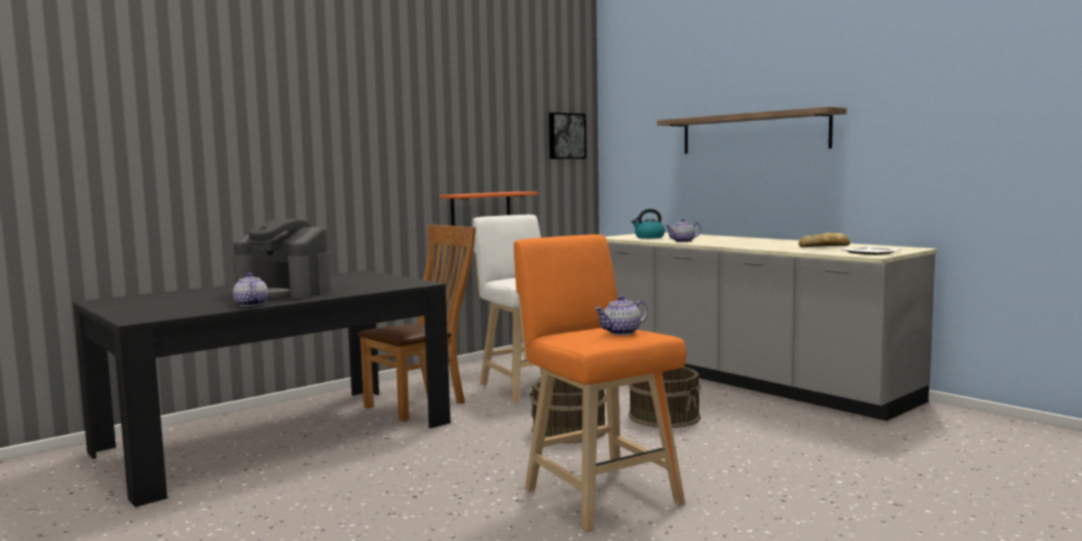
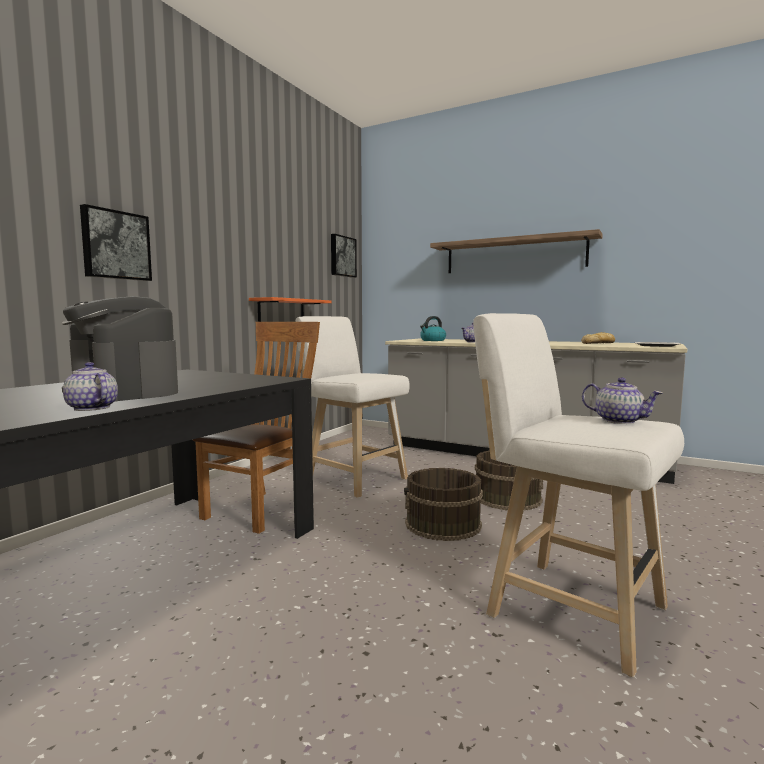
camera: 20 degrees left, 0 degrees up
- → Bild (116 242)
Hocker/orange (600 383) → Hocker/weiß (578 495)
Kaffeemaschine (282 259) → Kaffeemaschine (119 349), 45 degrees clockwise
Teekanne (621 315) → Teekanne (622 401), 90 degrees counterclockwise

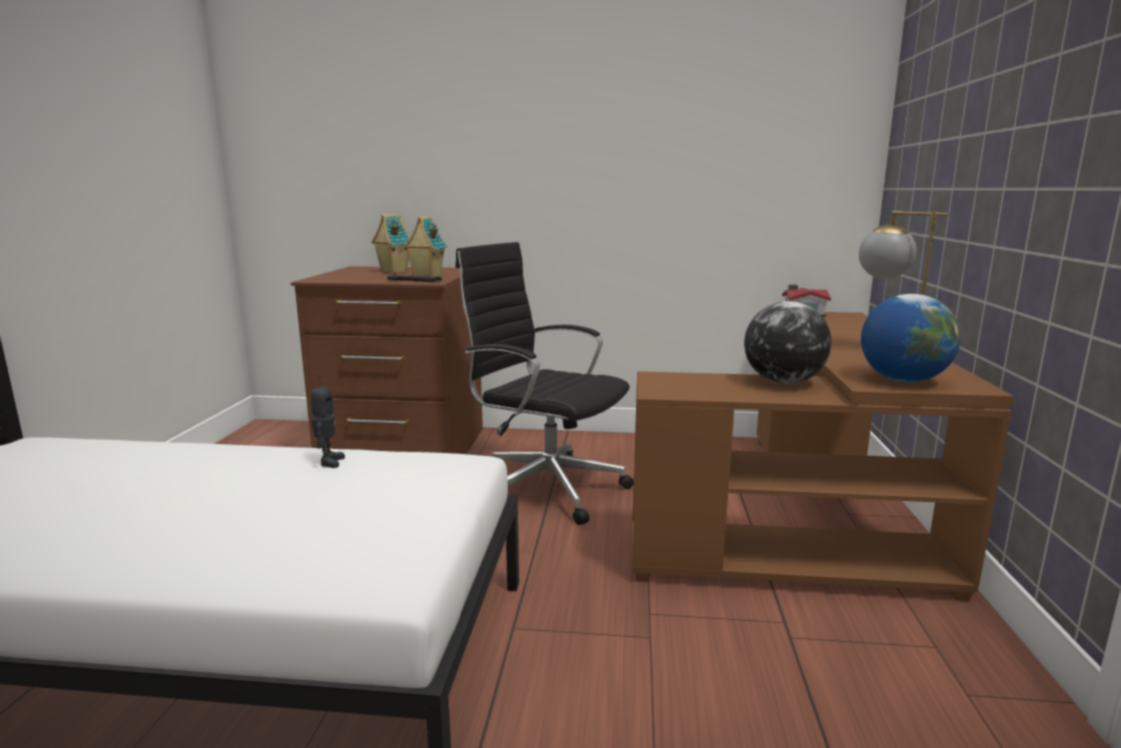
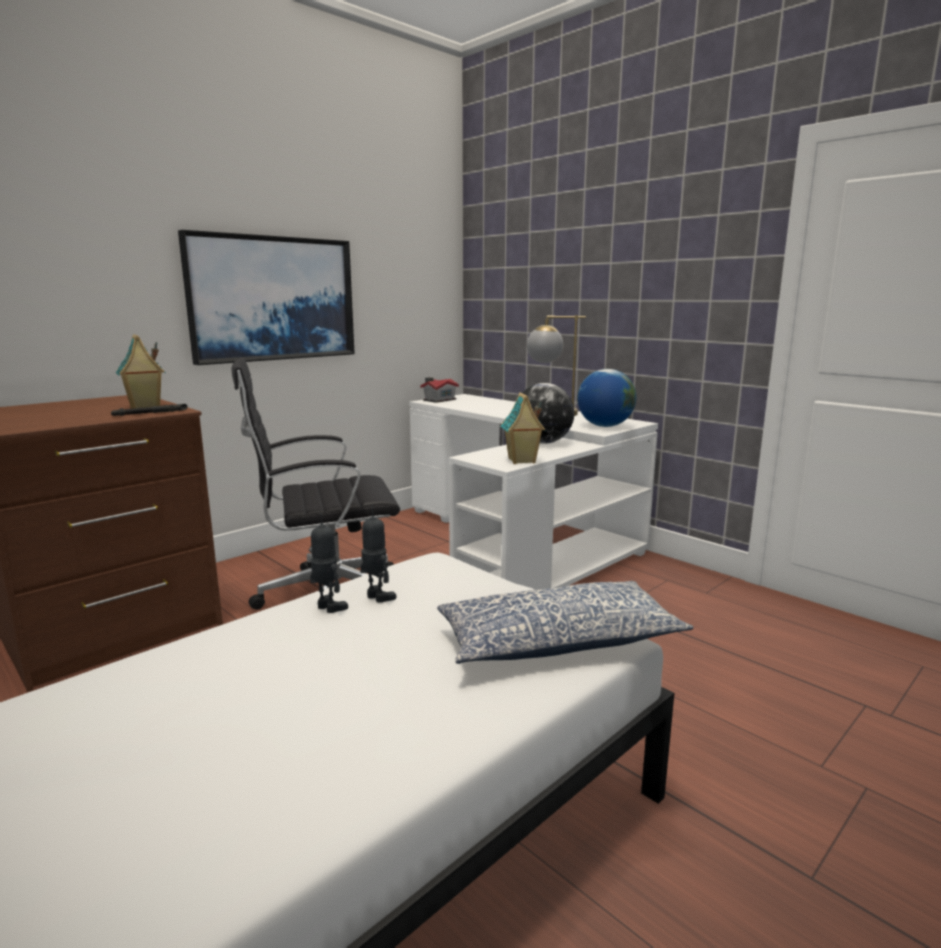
camera: 50 degrees left, 0 degrees up
- → Bild (266 297)
- → Spielzeugroboter (378 554)
- → Kissen (565 622)
Spielzeughaus (391 243) → Spielzeughaus (523 428), moved
Schreibtisch/braun (823 456) → Schreibtisch/weiß (533 492)

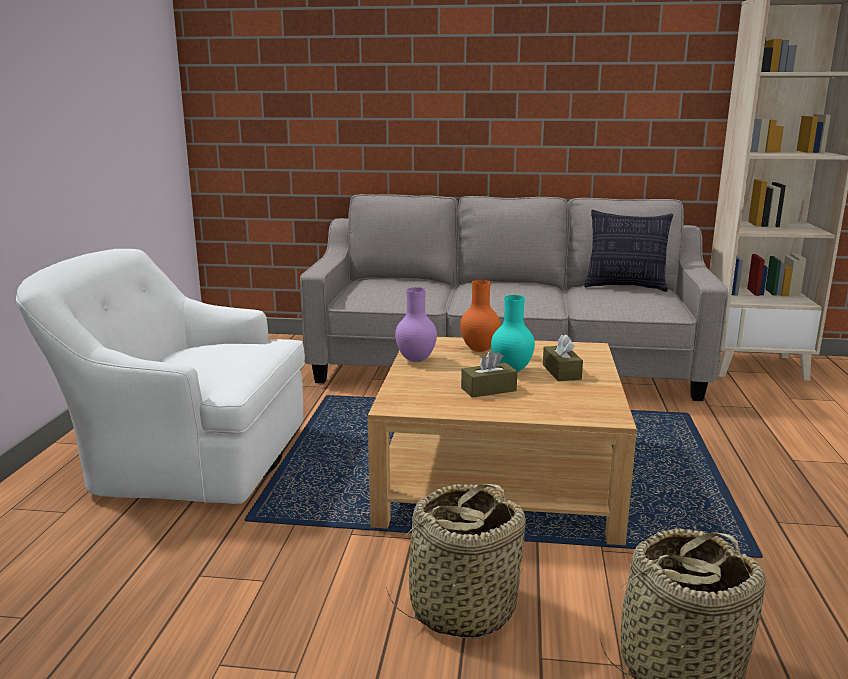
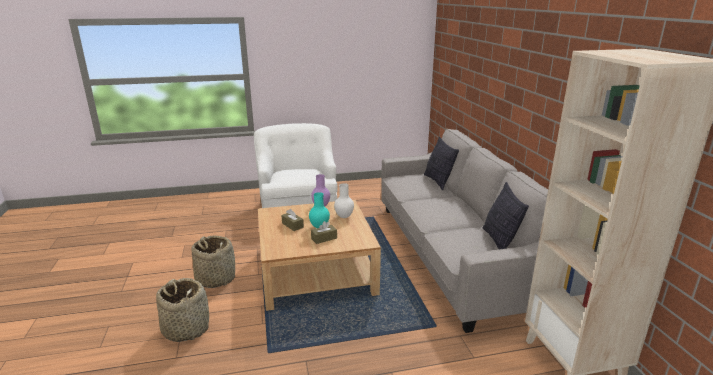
camera: 70 degrees right, 5 degrees up
- → Kissen (441 163)
Vase/orange (480 316) → Vase/weiß (344 200)

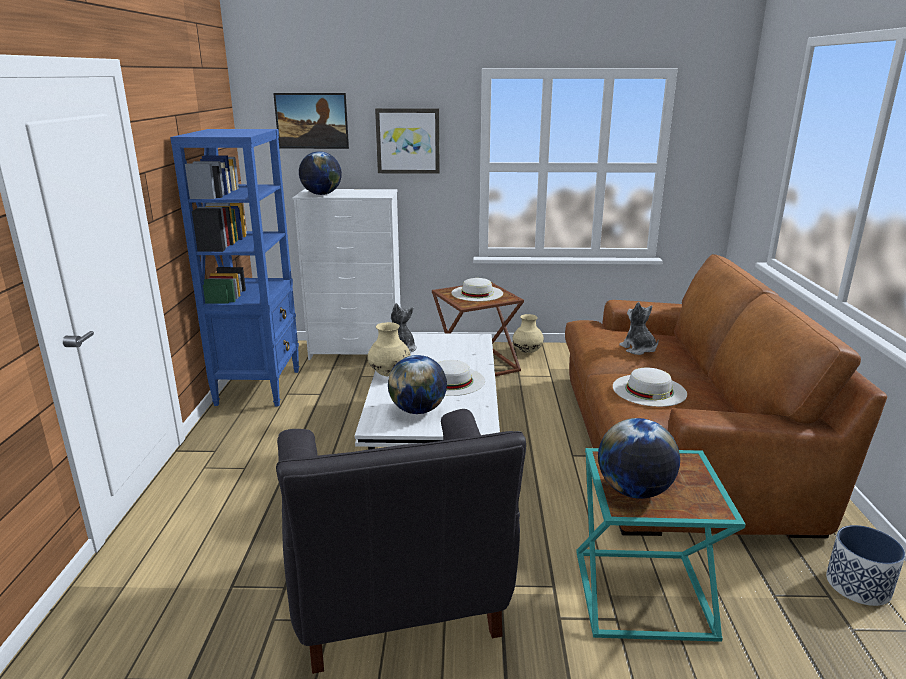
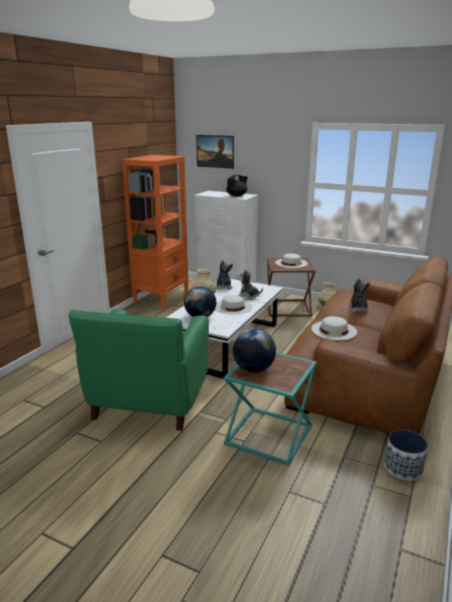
camera: 25 degrees right, 0 degrees up
Globus (320 173) → -
Bild (407 141) → -
- → Teekanne/schwarz (237 186)
- → Plüschtier (249 285)
Bücherregal/blau (234 268) → Bücherregal/orange (155 232)
Sessel/schwarz (401 541) → Sessel/grün (139 370)

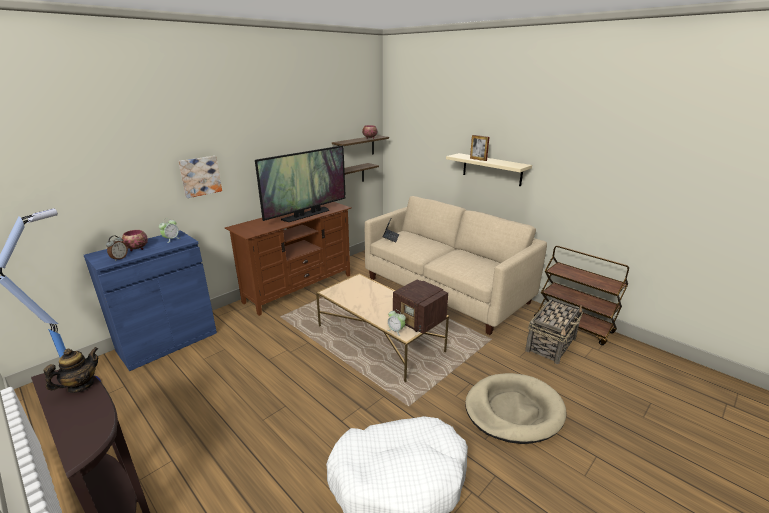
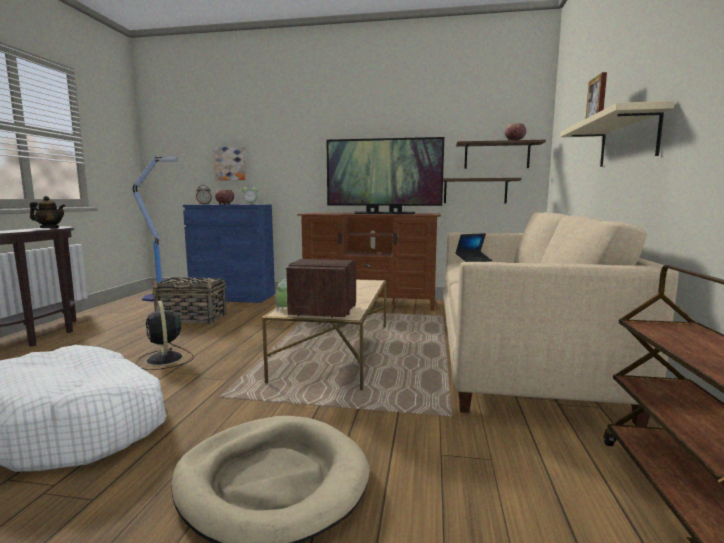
camera: 55 degrees right, 15 degrees down
- → Ventilator/schwarz (165 335)
Bild (200 177) → Bild (229 163), moved
Korb (553 331) → Korb (188 301), moved

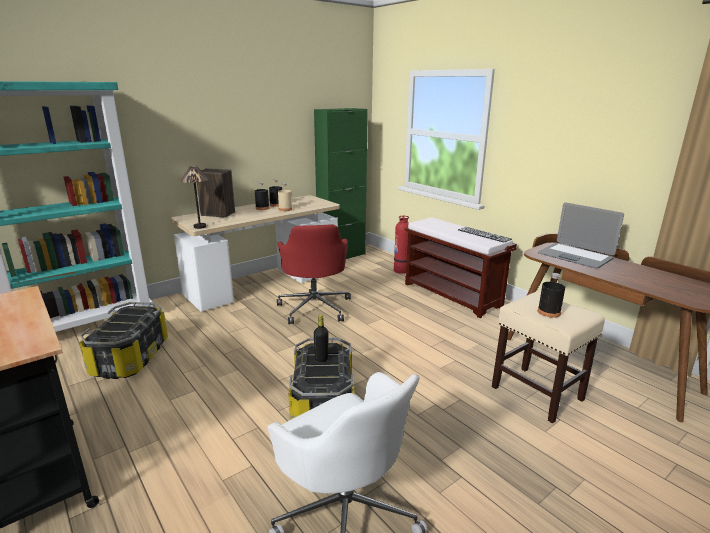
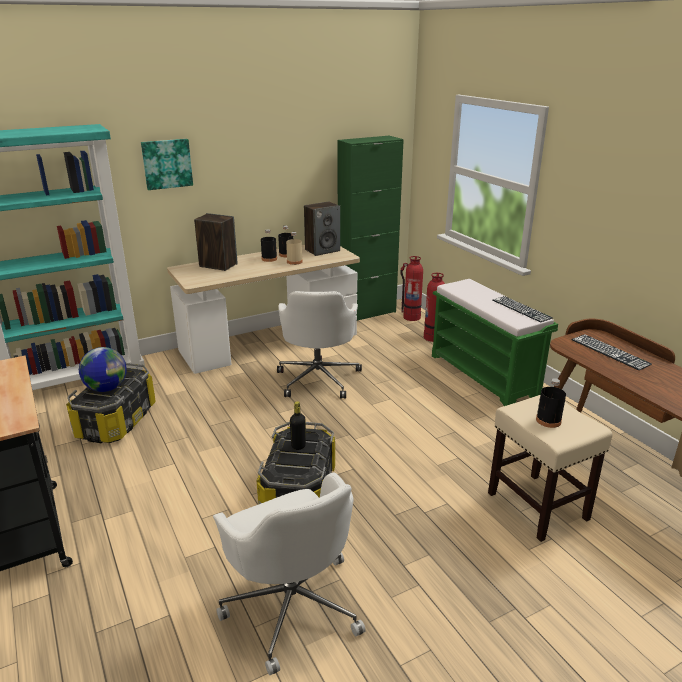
camera: 10 degrees right, 5 degrees up
Tischlampe (194 197) → -
- → Globus (103 369)
- → Bild (167 164)
- → Lautsprecher (322 229)
- → Feuerlöscher (411 288)
Laptop (581 235) → Tastatur (612 352)
Bürostuhl/rot (314 274) → Bürostuhl/weiß (319 345)
Bank/braun (461 267) → Bank/grün (495 342)

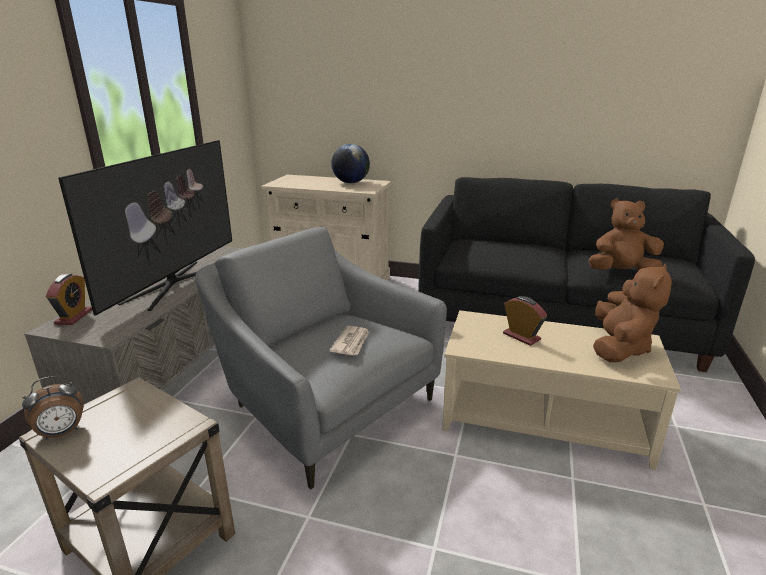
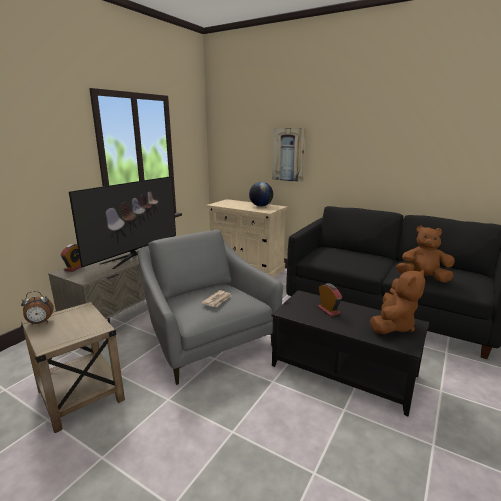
camera: 15 degrees right, 5 degrees down
- → Bild (289 155)
Couchtisch/beige (561 390) → Couchtisch/schwarz (350 353)

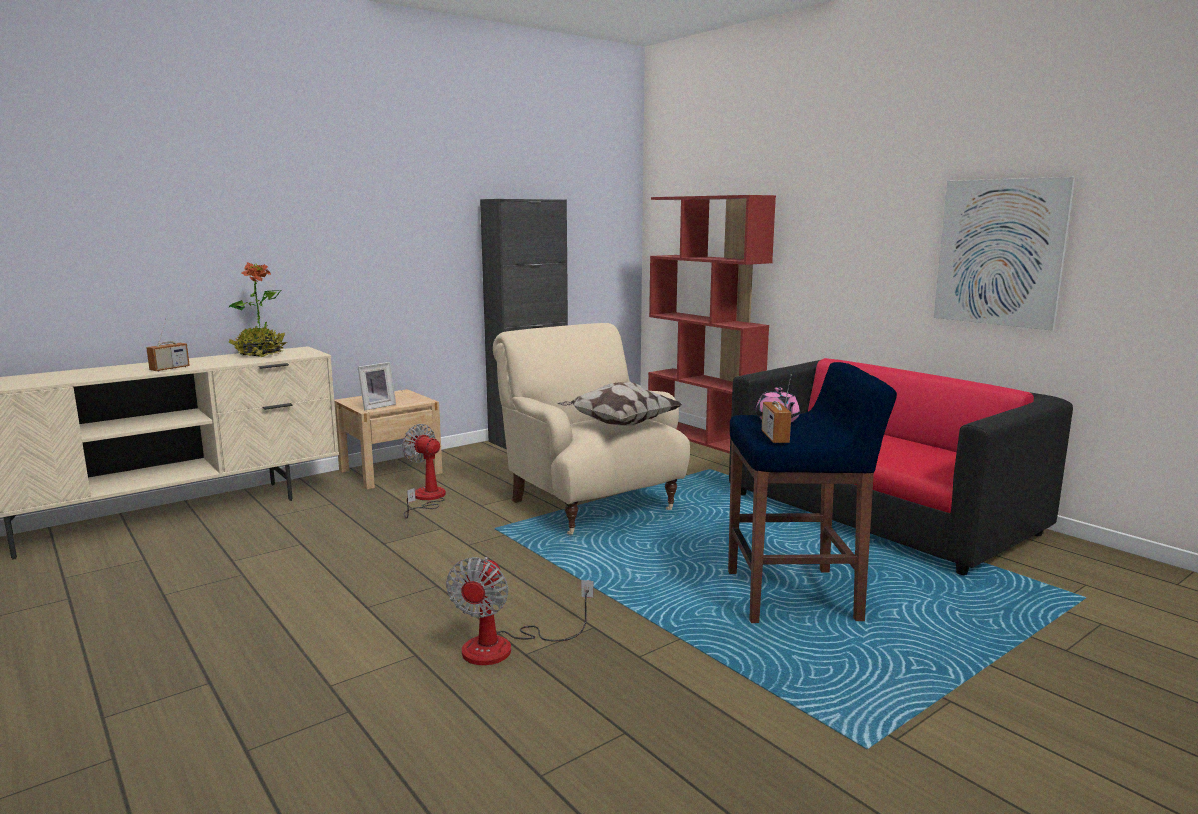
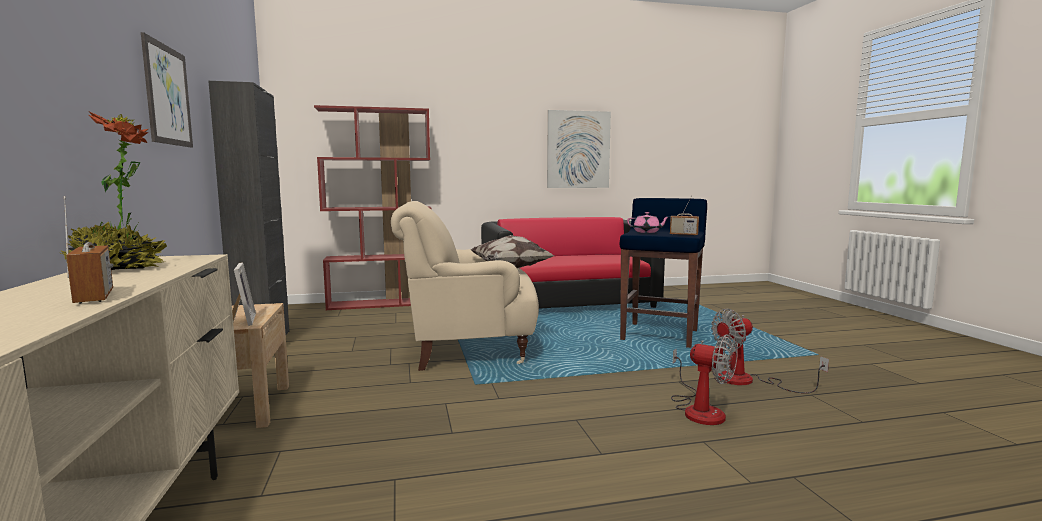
camera: 65 degrees left, 5 degrees down
- → Bild (167 89)
Ventilator (424 471) → Ventilator (770 351), moved

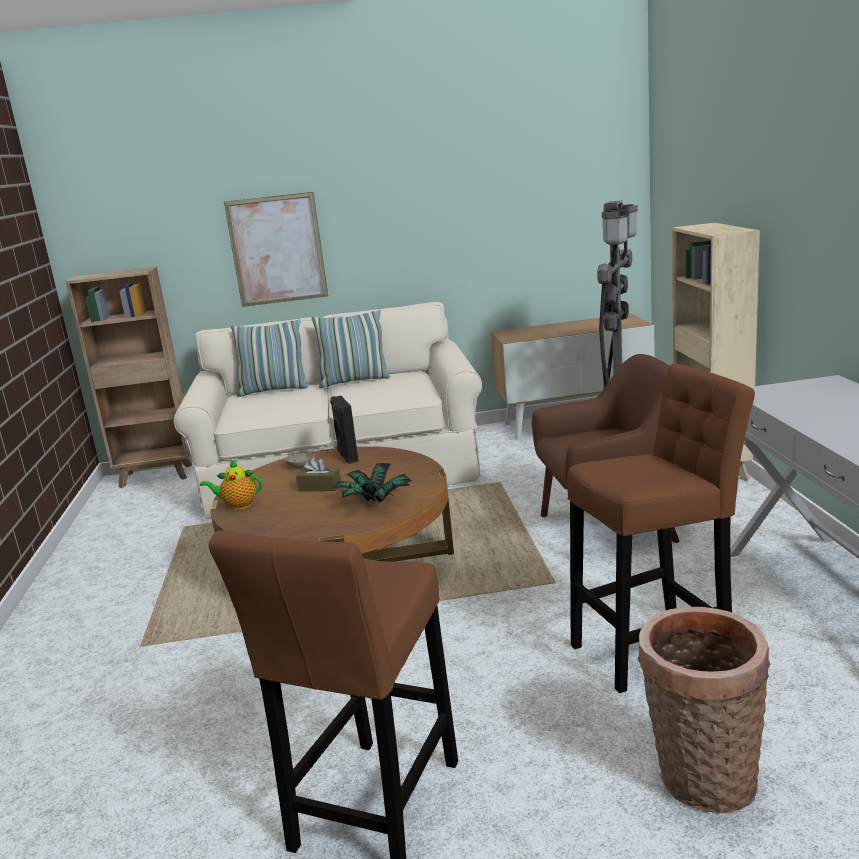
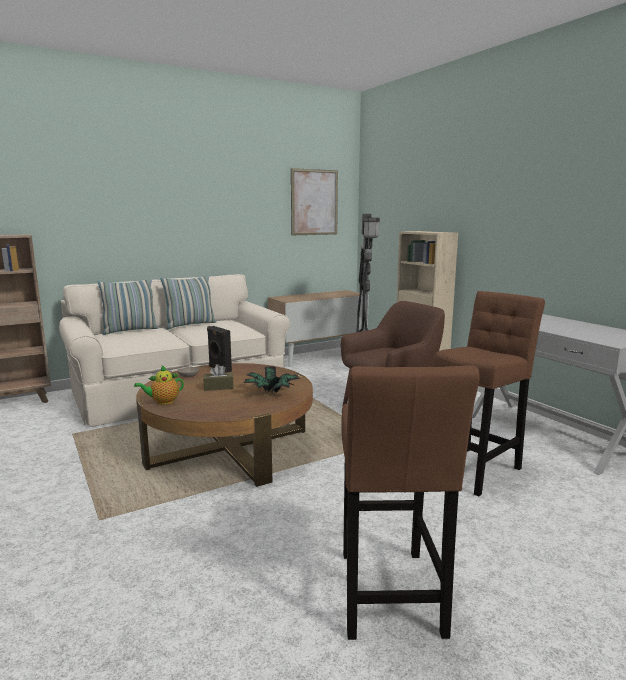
camera: 25 degrees left, 5 degrees down
Korb (703 710) → -
Bild (276 249) → Bild (314 201), moved

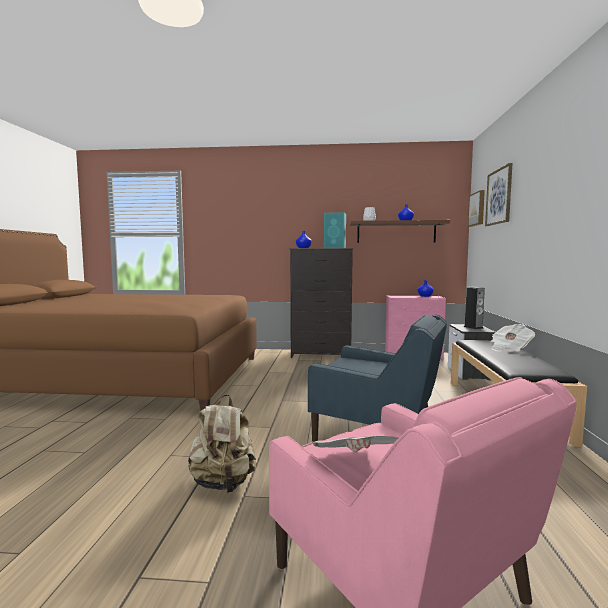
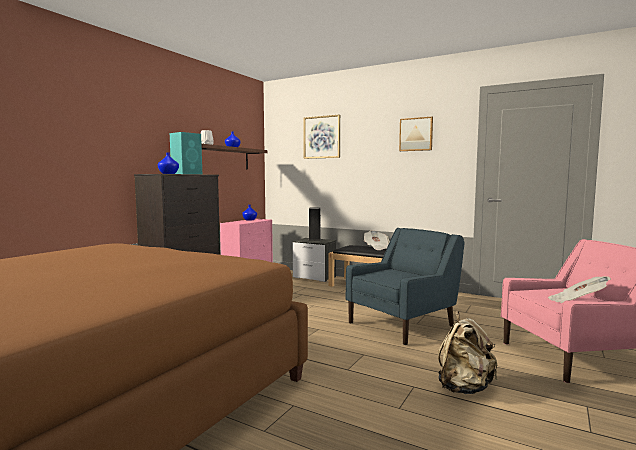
camera: 65 degrees left, 0 degrees up
Bild (476 208) → Bild (416 134), moved

